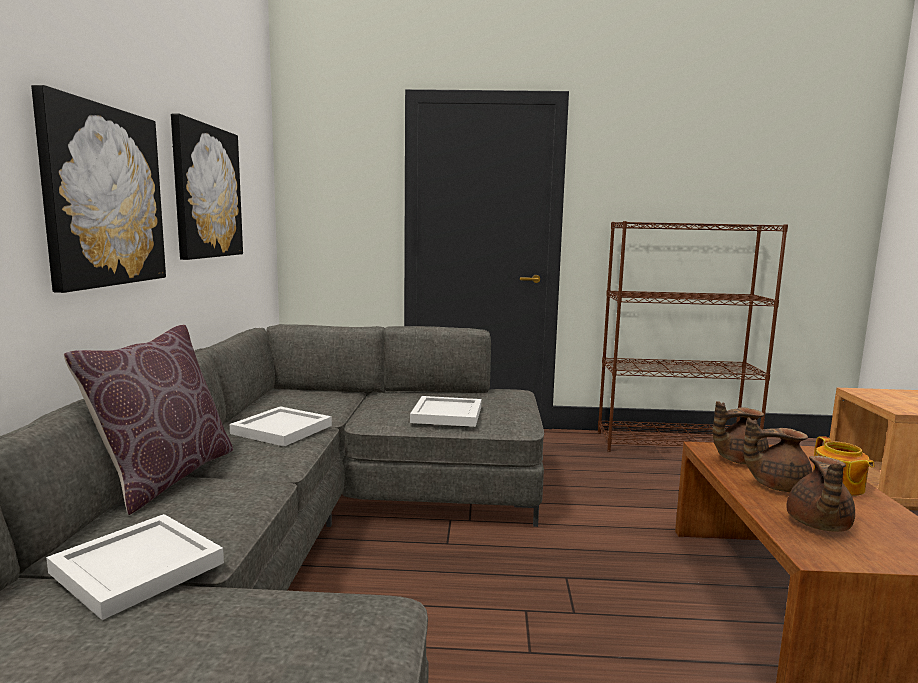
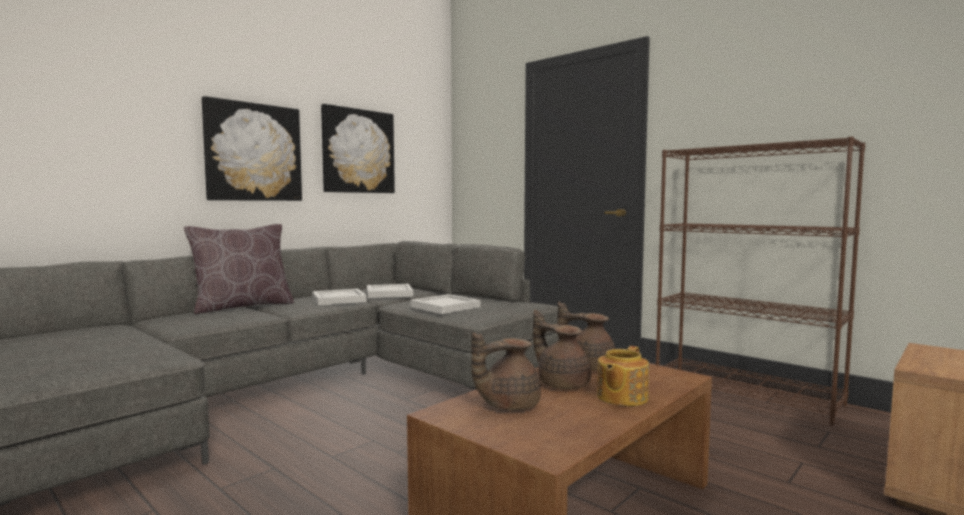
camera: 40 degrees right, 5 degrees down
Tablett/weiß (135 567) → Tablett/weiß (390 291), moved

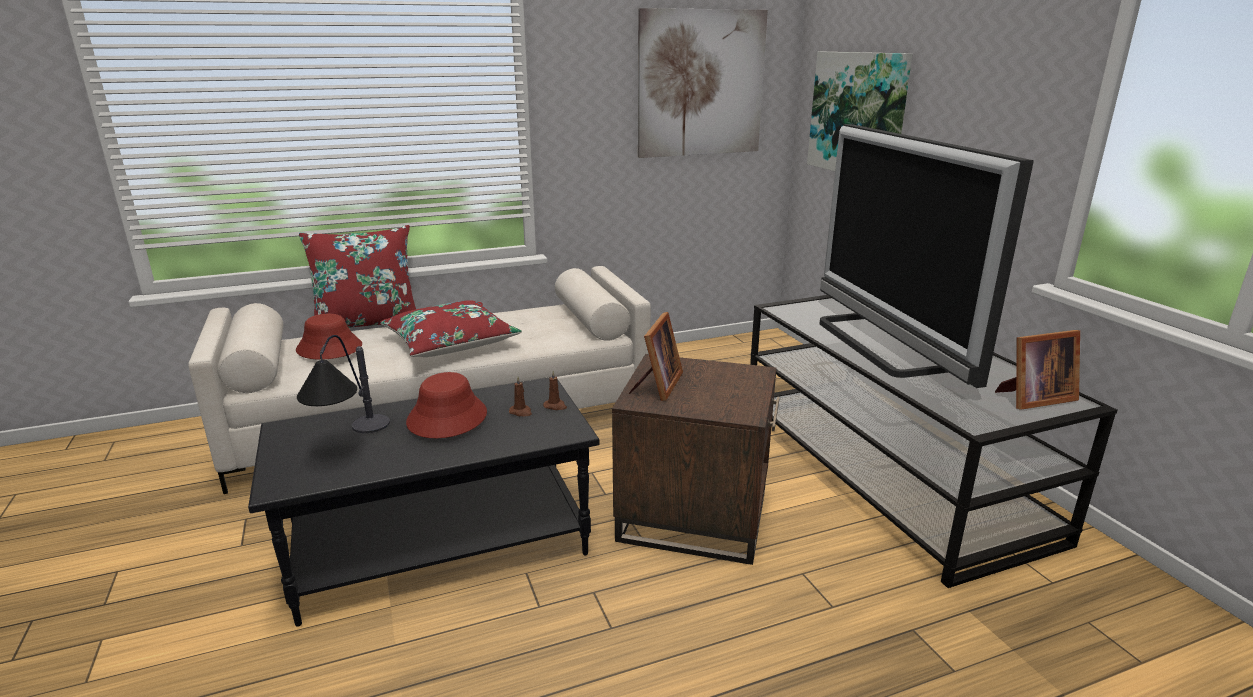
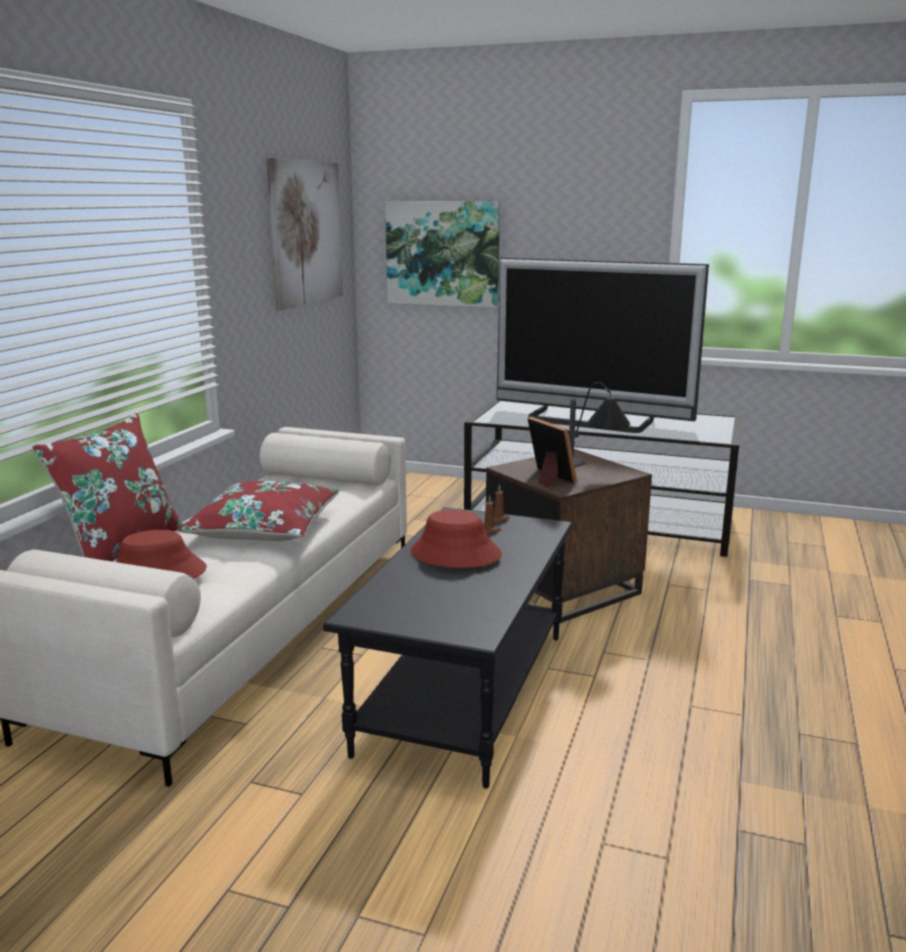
camera: 50 degrees left, 5 degrees down
Bilderrahmen (1037 370) → -
Tischlampe (343 384) → Tischlampe (599 424), moved

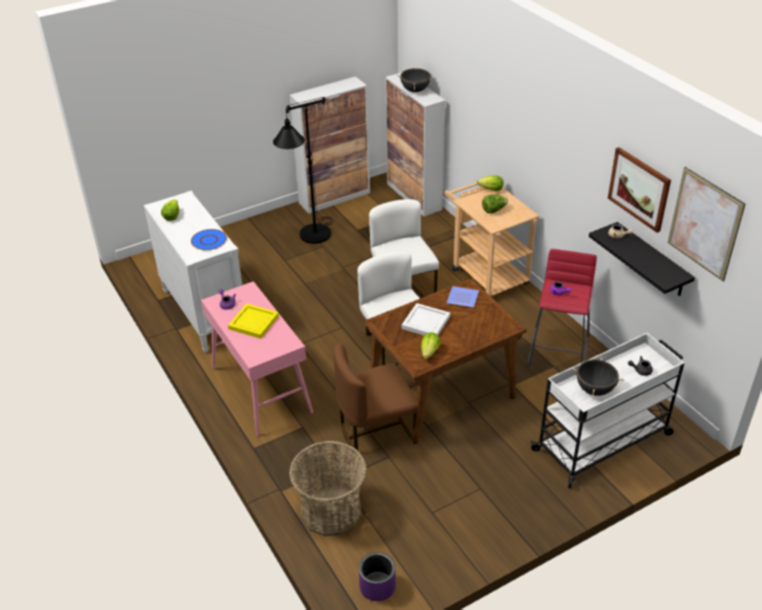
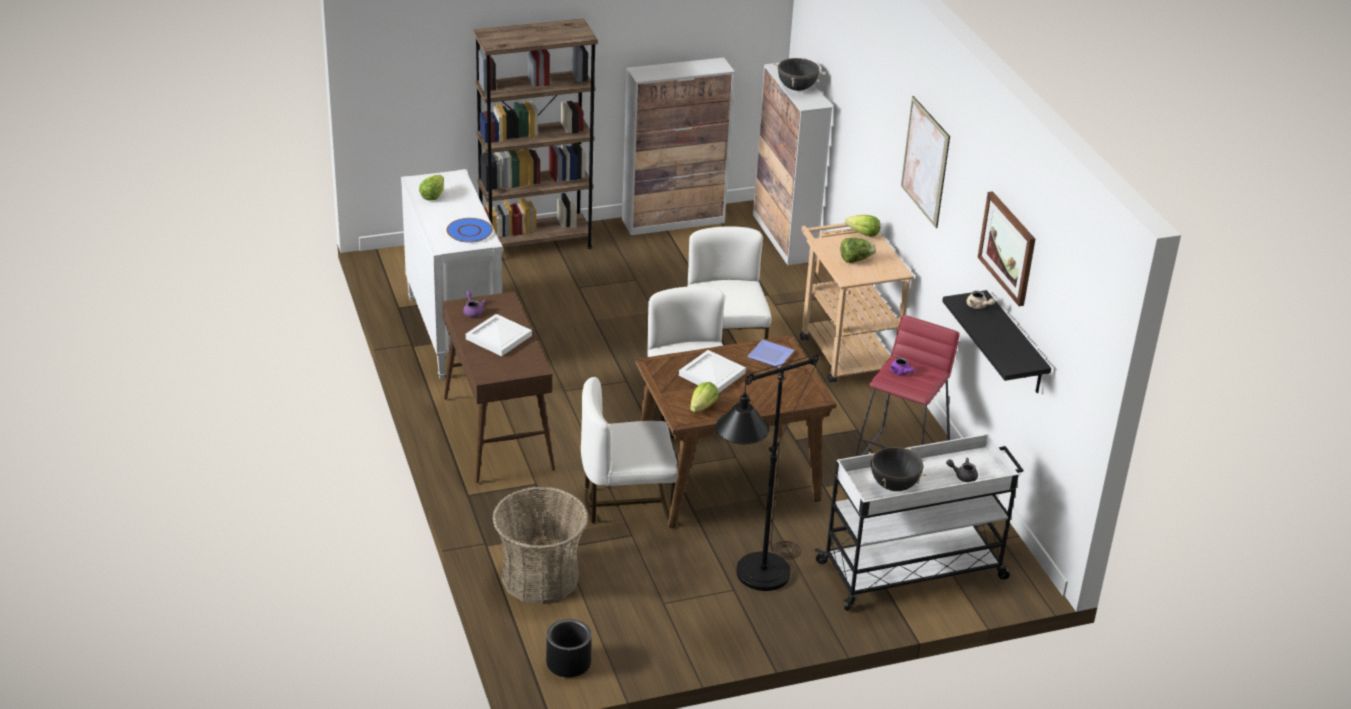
camera: 10 degrees right, 5 degrees down
- → Bücherregal/braun (535 133)
Stehlampe/schwarz (303 170) → Stehlampe/schwarz (767 472), moved
Bild (706 224) → Bild (925 162), moved
Konsolentisch/rosa (257 359) → Konsolentisch/braun (499 387)
Tablett/gelb (253 321) → Tablett/weiß (499 335)
Stuhl/braun (375 397) → Stuhl/weiß (629 450)
Pflanzkübel/lila (377 576) → Pflanzkübel/schwarz (568 648)

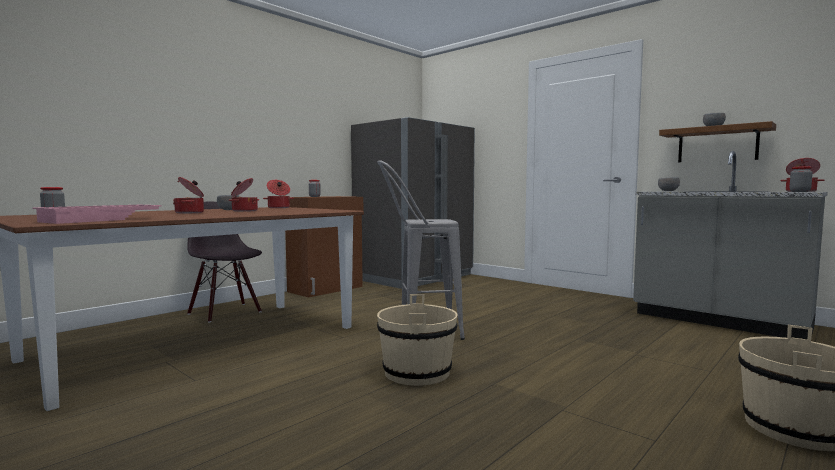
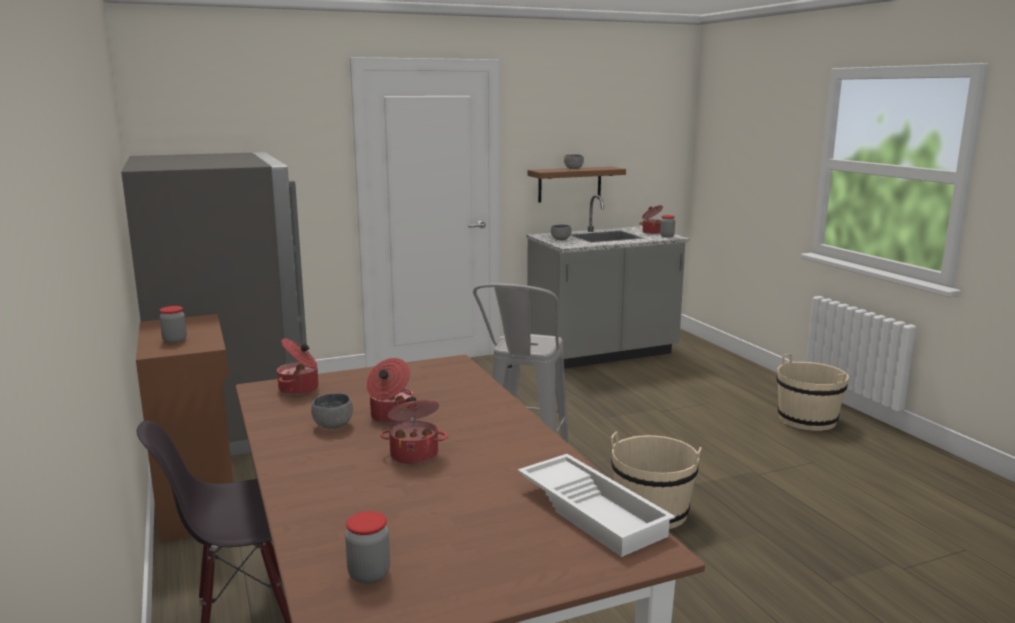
camera: 65 degrees left, 10 degrees up
Tablett/rosa (97 214) → Tablett/weiß (596 505)

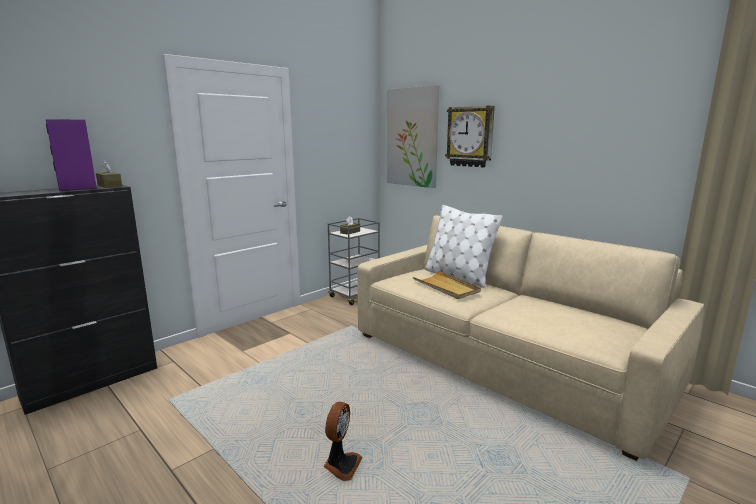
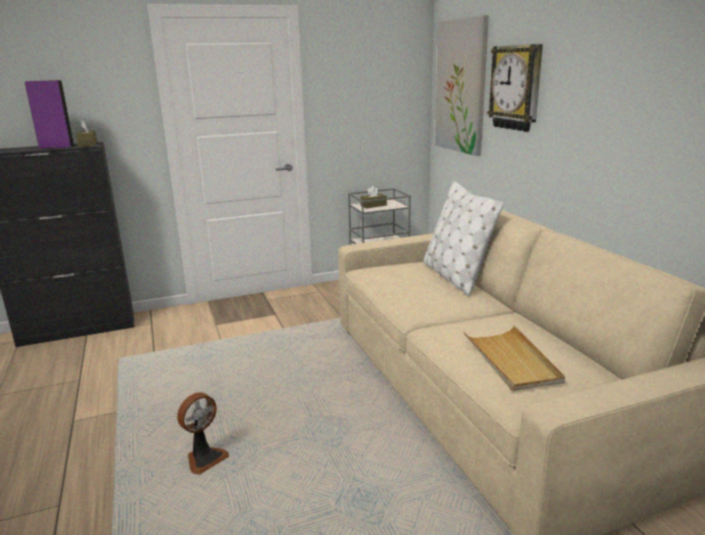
camera: 25 degrees right, 5 degrees up
Tablett/beige (447 285) → Tablett/beige (514 358), moved

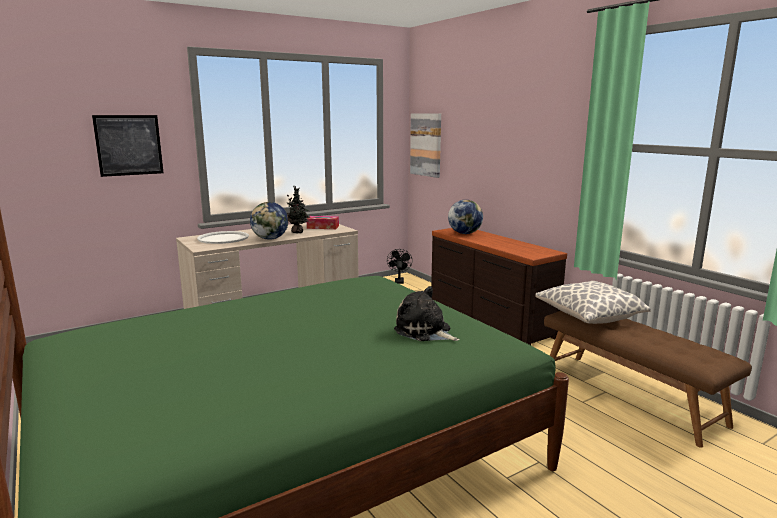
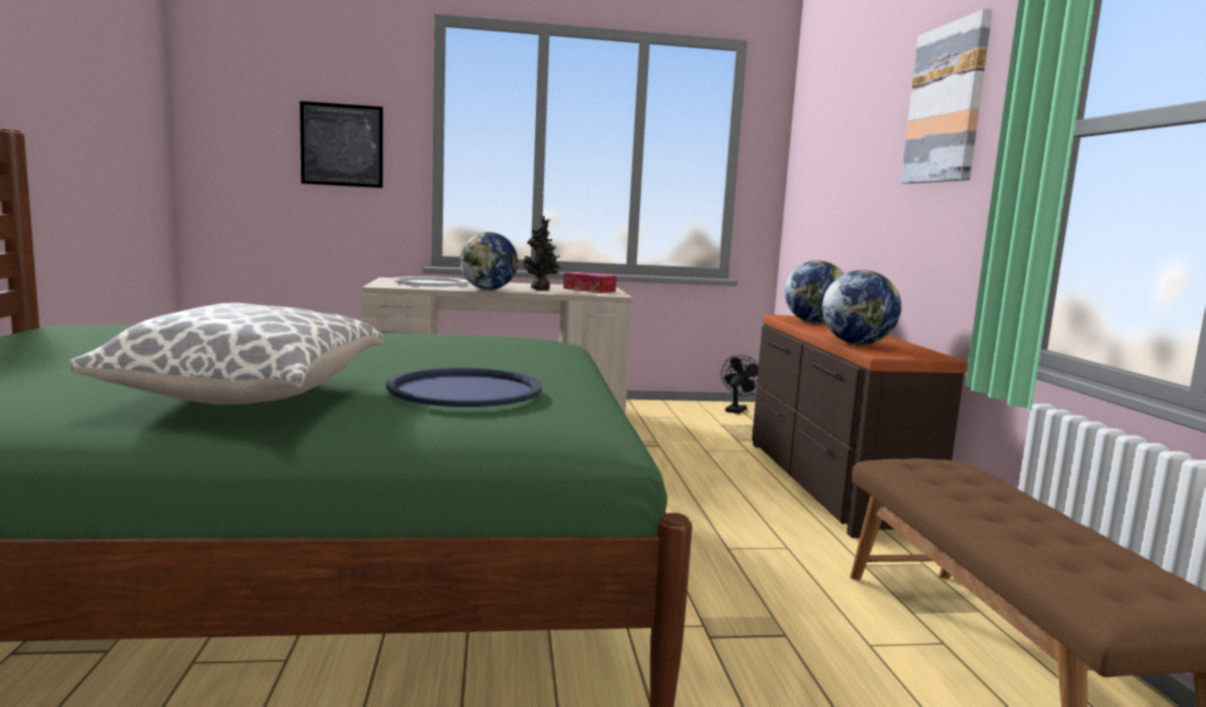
camera: 25 degrees right, 5 degrees down
- → Globus (862 307)
Bild (425 145) → Bild (947 96), moved
Kissen (593 302) → Kissen (227 353), moved
Plüschtier (426 313) → Tablett/blau (464 387)

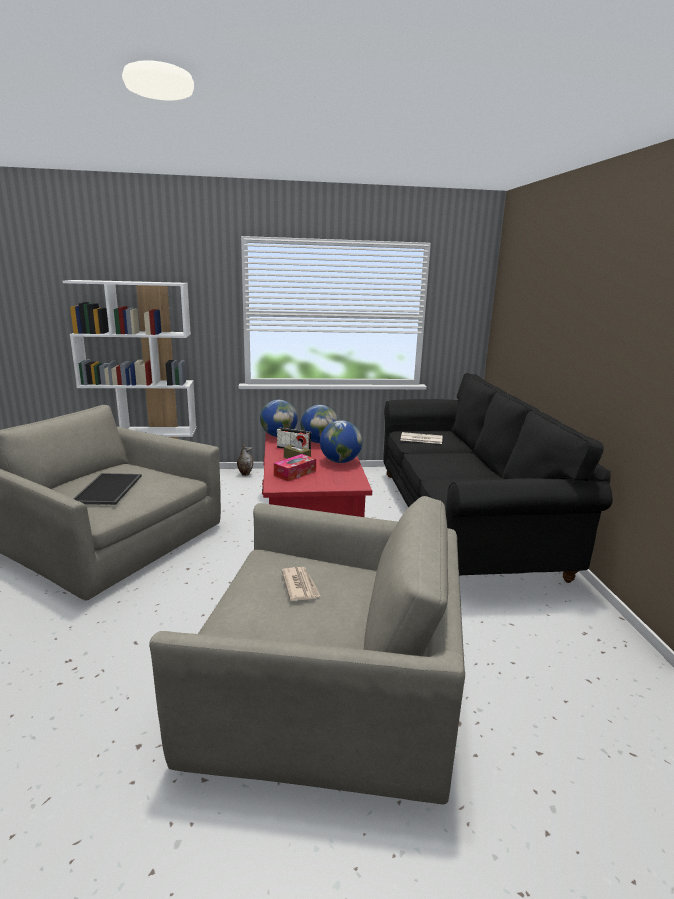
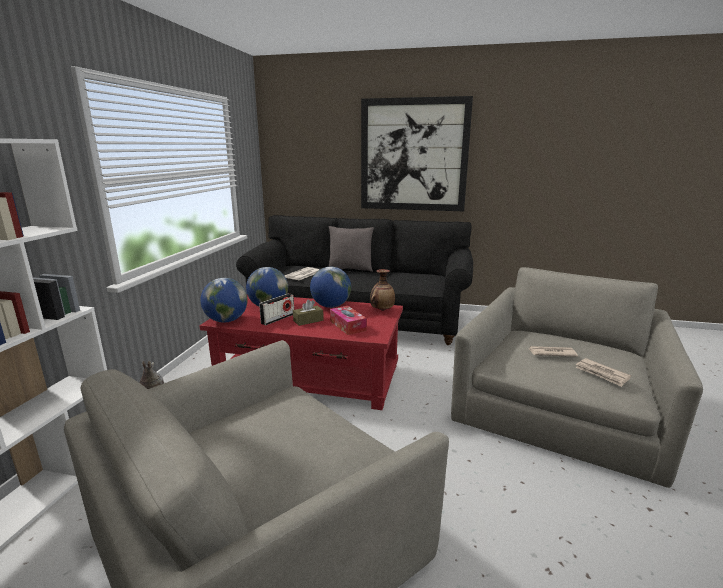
camera: 70 degrees left, 0 degrees up
Tablett (107 489) → -
- → Kissen/grau (351 249)
- → Bild (417 153)
- → Vase (382 290)
- → Zeitung (603 372)

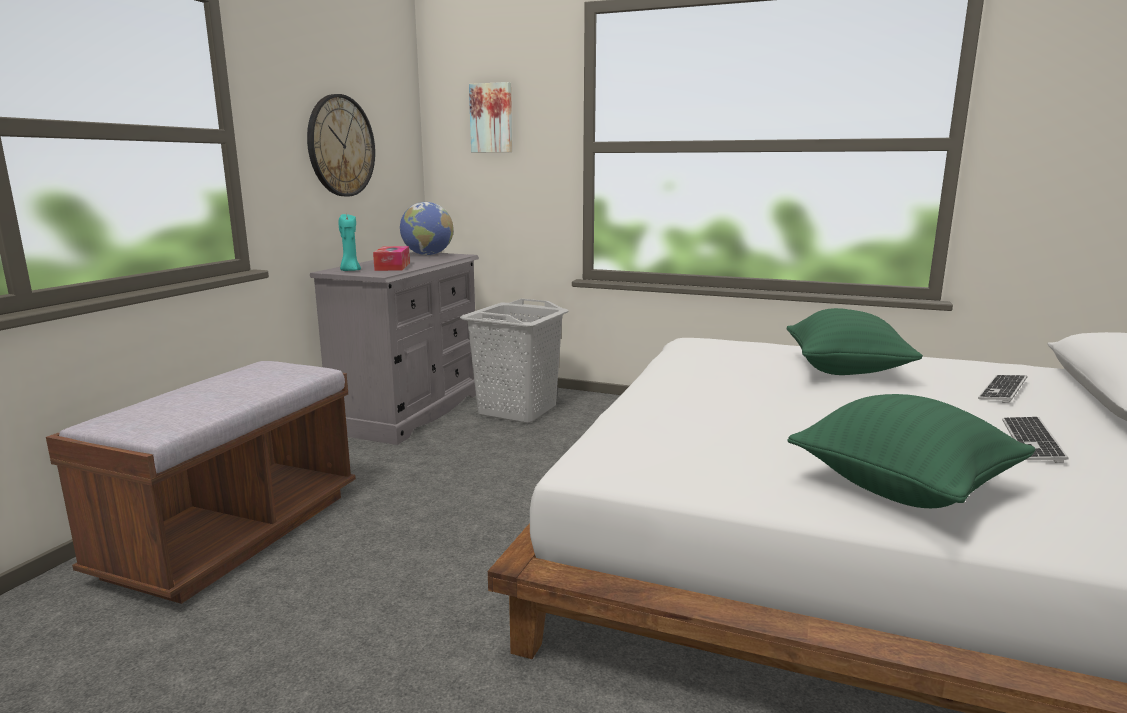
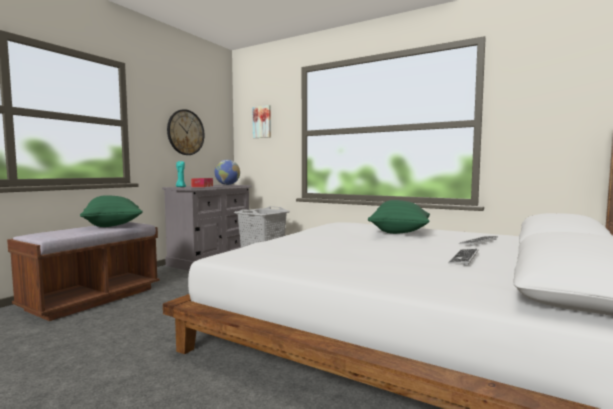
camera: 10 degrees right, 10 degrees down
Kissen/grün (911 451) → Kissen/grün (111 211), moved

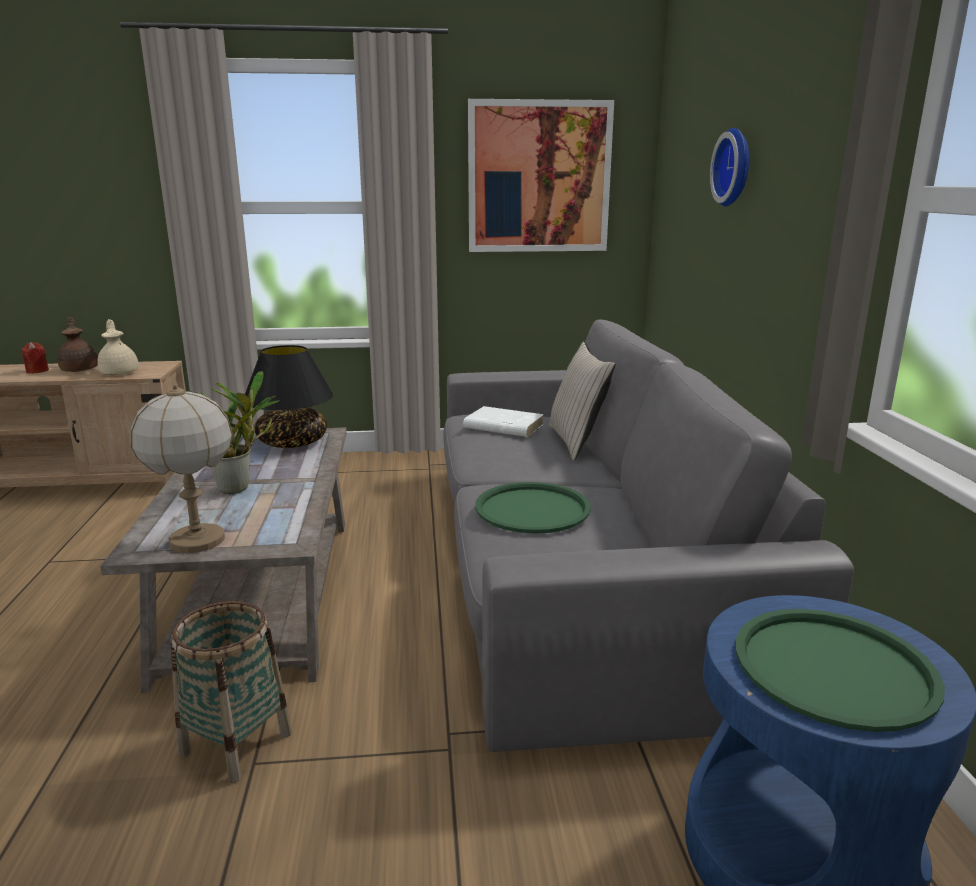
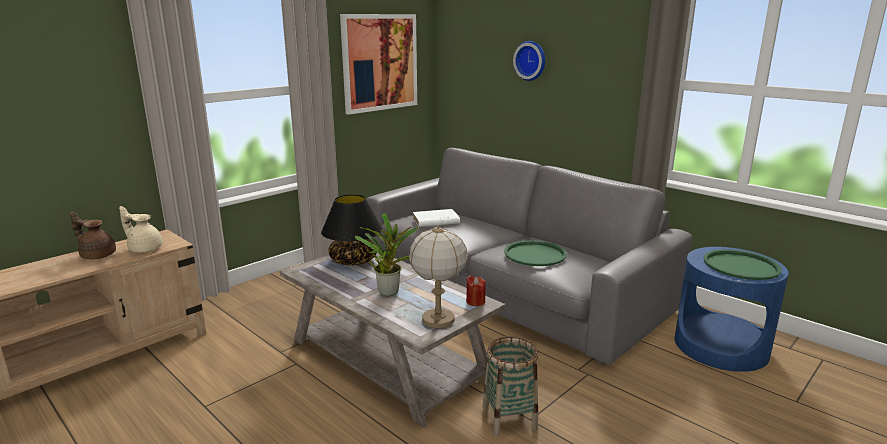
camera: 40 degrees left, 0 degrees up
Kissen/beige (582 401) → -
Kerze/rot (35 358) → Kerze/rot (476 291), moved

